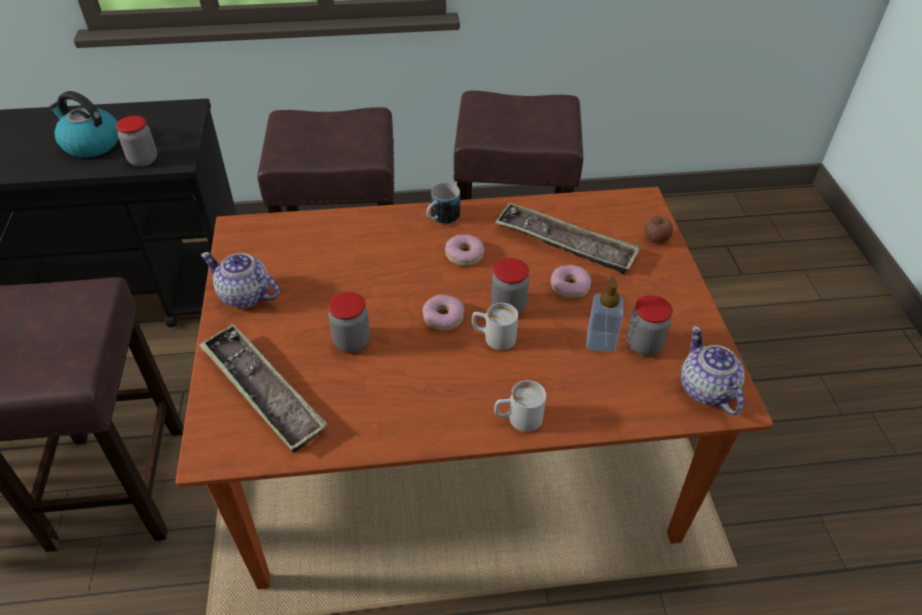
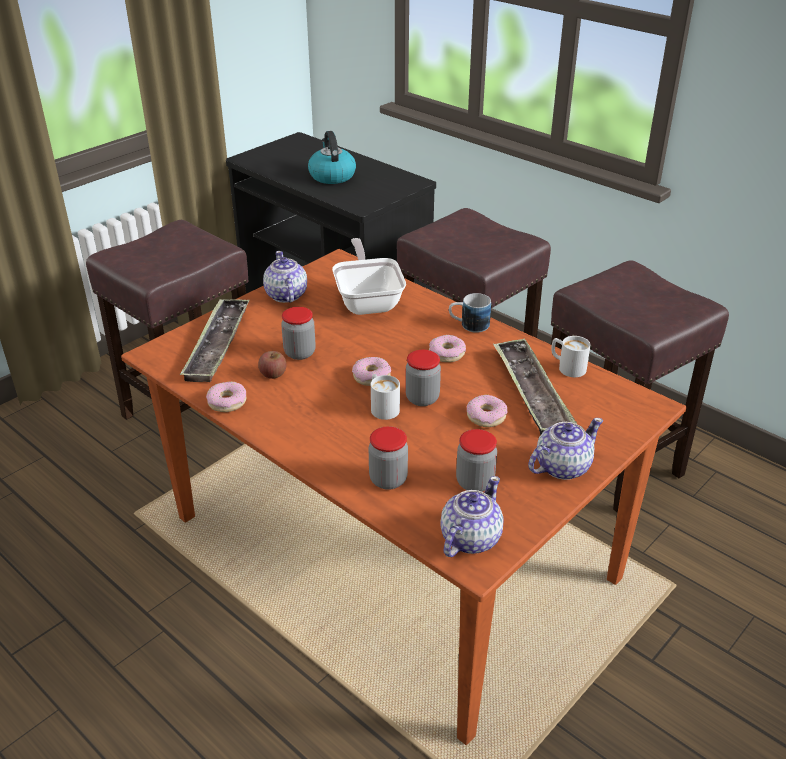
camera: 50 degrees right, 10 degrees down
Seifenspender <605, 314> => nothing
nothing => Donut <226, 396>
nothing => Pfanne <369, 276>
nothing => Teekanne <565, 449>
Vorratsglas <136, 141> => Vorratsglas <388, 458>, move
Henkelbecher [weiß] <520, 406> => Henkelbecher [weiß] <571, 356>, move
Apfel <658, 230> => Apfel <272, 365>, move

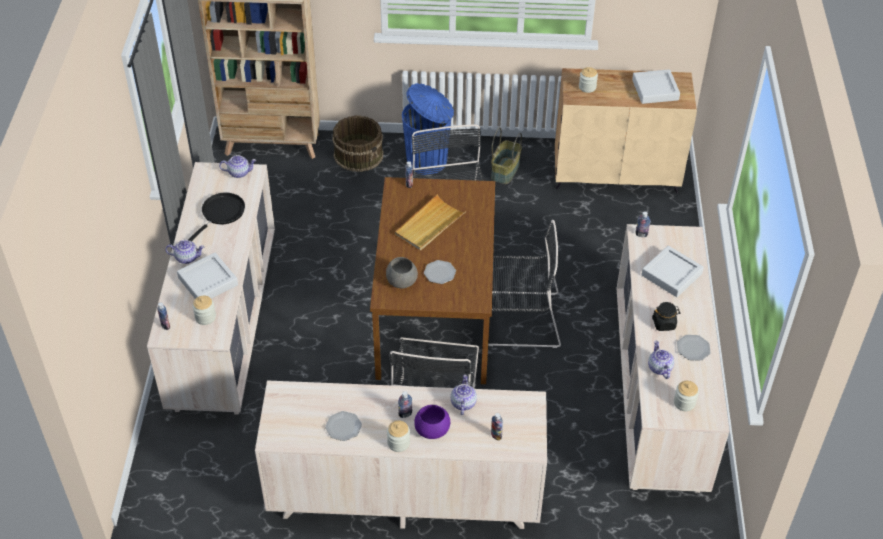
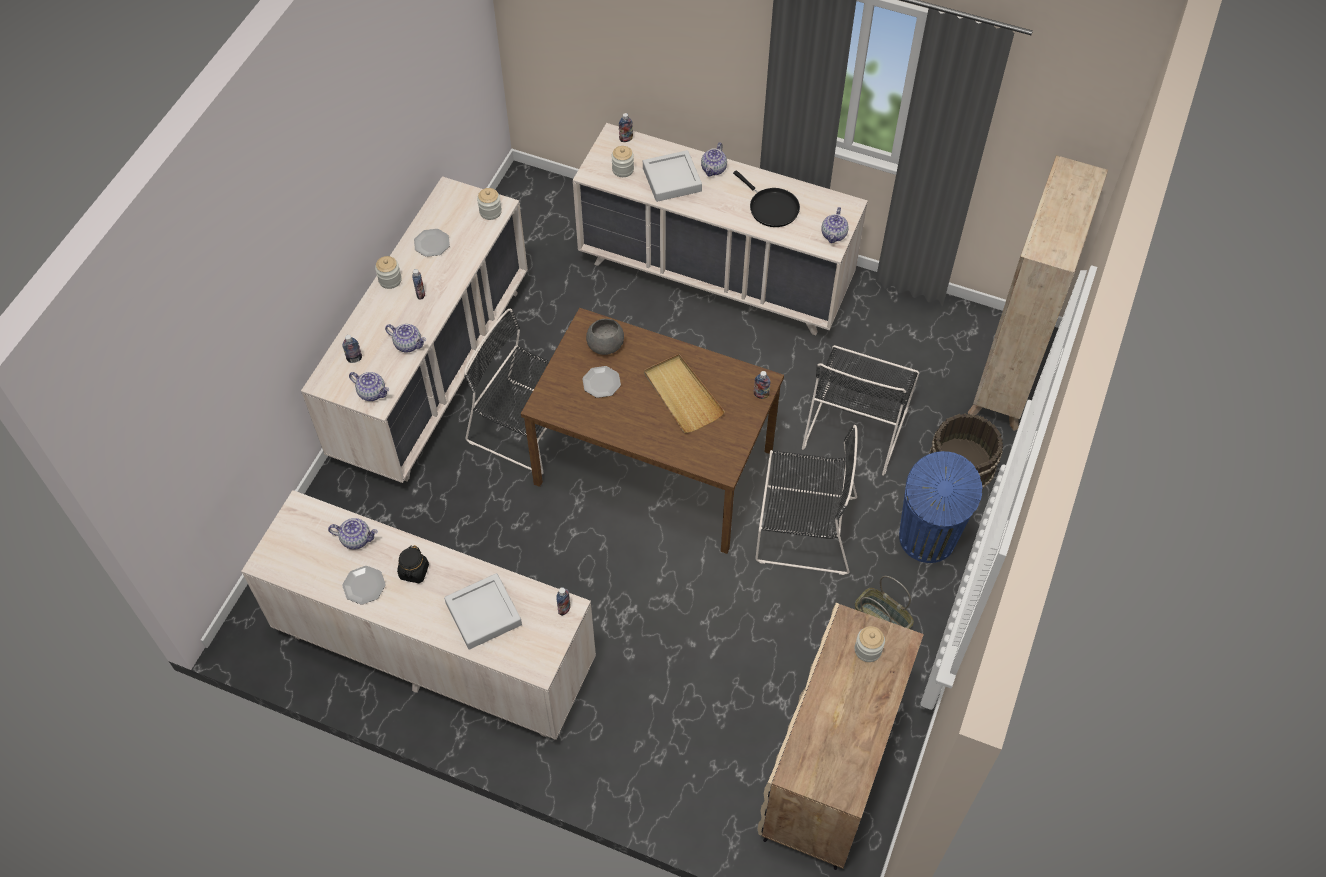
camera: 110 degrees right, 10 degrees up
Schüssel [lila] <432, 422> => nothing
Tablett [grau] <656, 86> => nothing
nothing => Teekanne <369, 386>
Stuhl [schwarz] <524, 284> => Stuhl [schwarz] <860, 410>, move
Vorratsglas <686, 396> => Vorratsglas <489, 204>, move

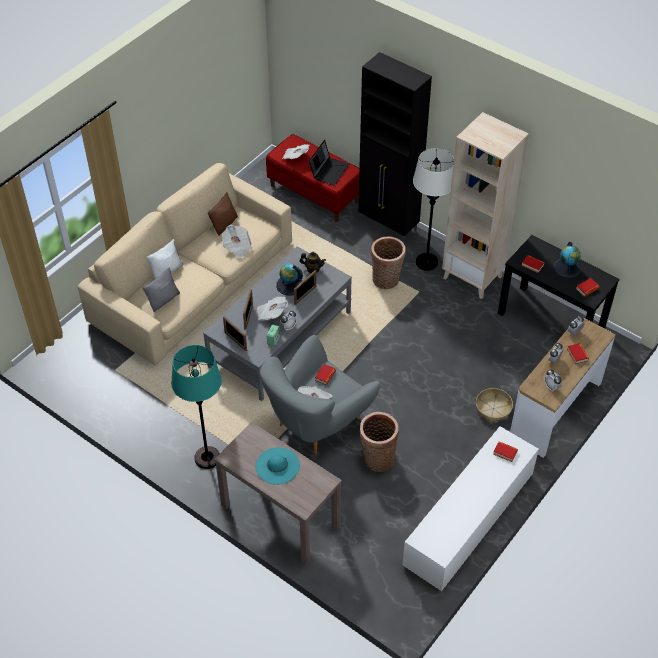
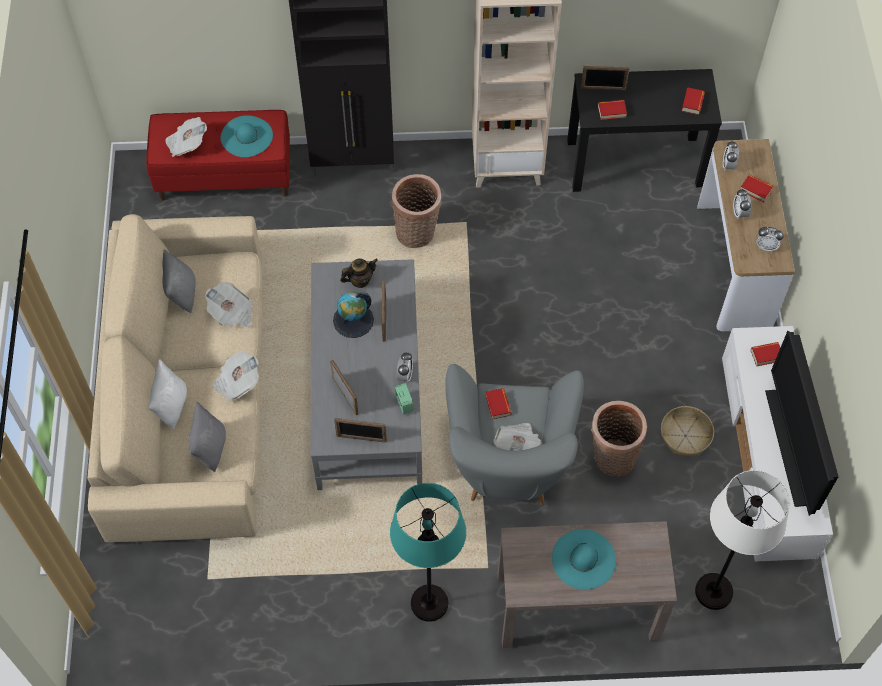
camera: 40 degrees left, 10 degrees up
Globus <567, 260> => nothing
nothing => Bilderrahmen <605, 78>
nothing => Fernseher <802, 423>
Zeitung <272, 308> => Zeitung <235, 376>, move
Stehlampe [weiß] <433, 209> => Stehlampe [weiß] <742, 540>, move
Korb <494, 405> => Korb <687, 431>, move
Laptop <329, 163> => Hut [türkis] <246, 136>
Kissen [braun] <223, 214> => Kissen [grau] <179, 281>

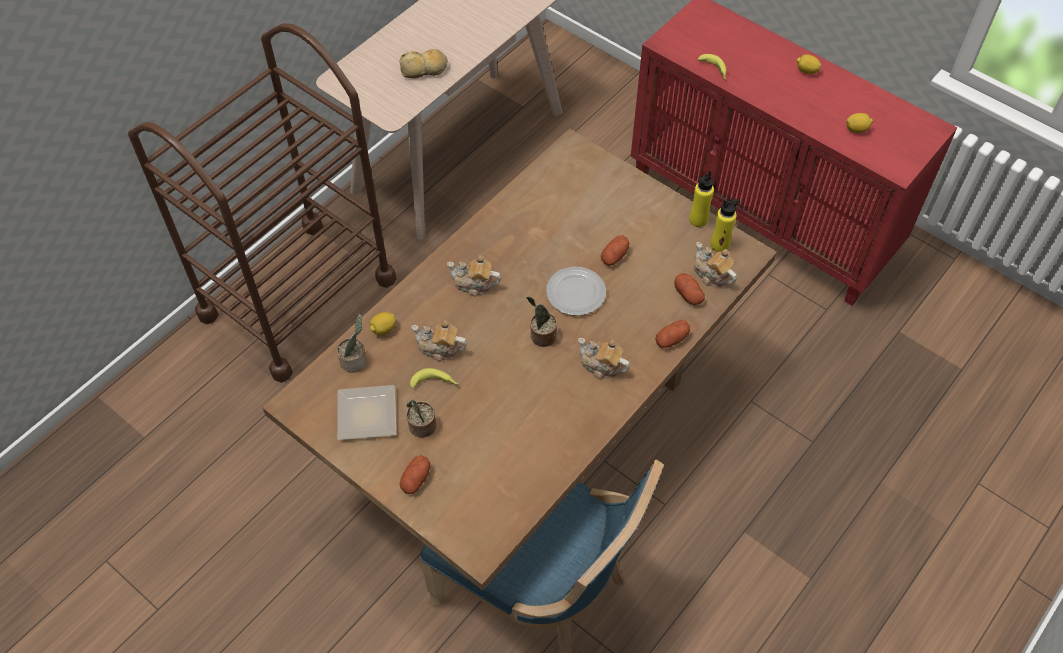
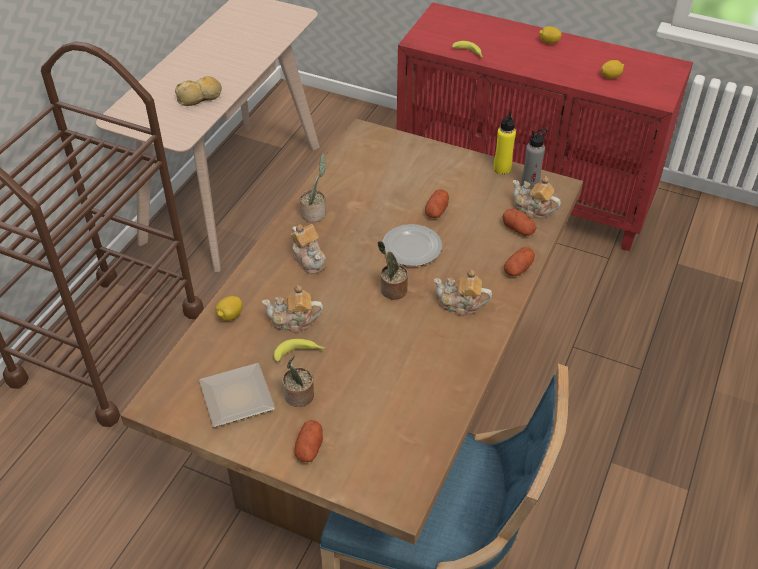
camera: 15 degrees left, 10 degrees down
Topfpflanze <352, 343> => Topfpflanze <313, 187>, move
Flasche [gelb] <725, 225> => Flasche [grau] <534, 159>
Teekanne <474, 276> => Teekanne <308, 249>, 120 degrees counterclockwise

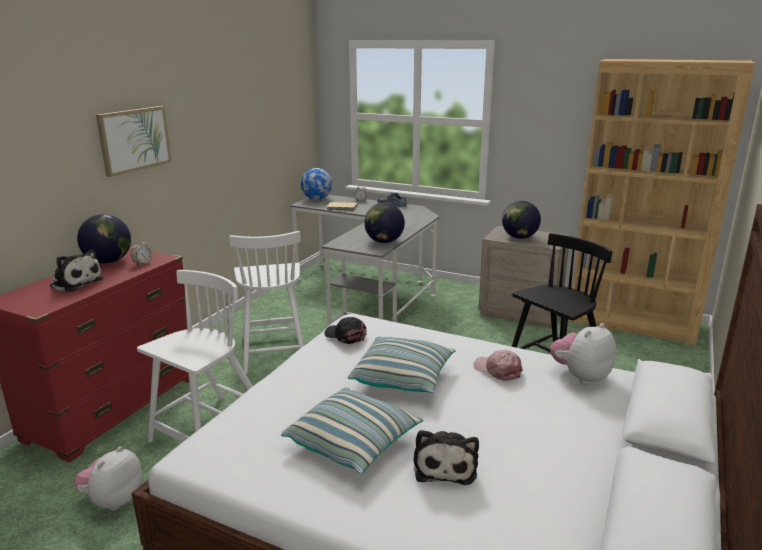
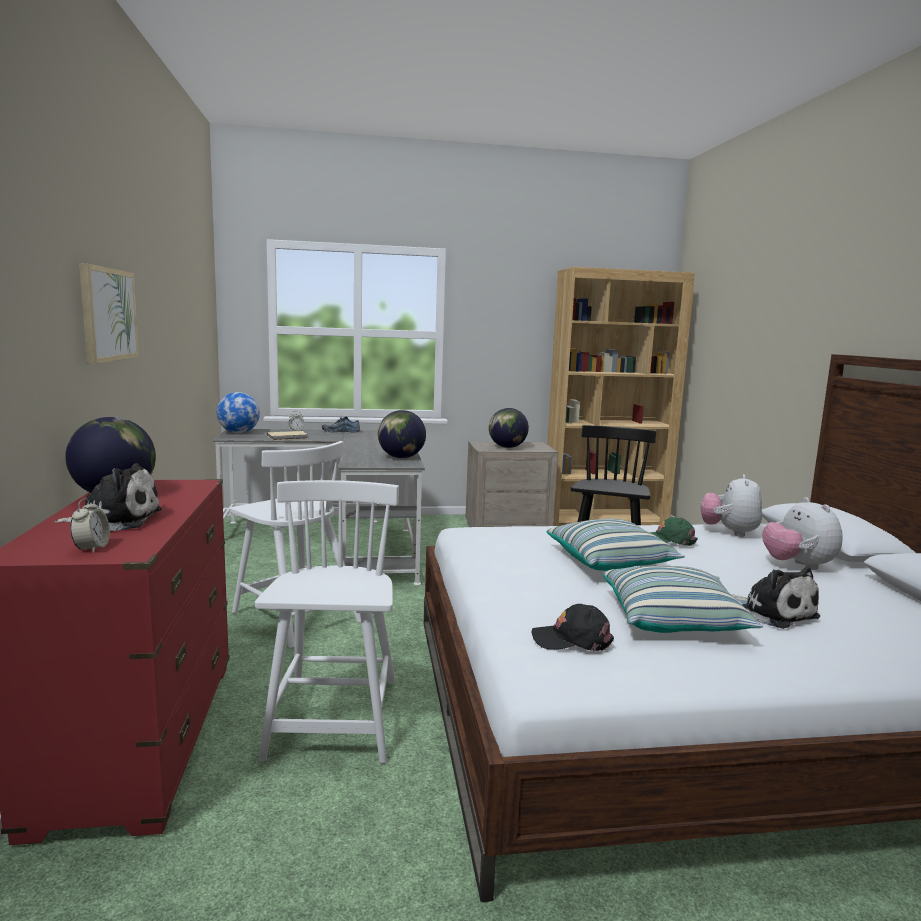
camera: 35 degrees left, 10 degrees down
Plüschtier <108, 478> => Plüschtier <802, 533>, move
Wecker <141, 252> => Wecker <90, 526>, move
Kappe [schwarz] <346, 330> => Kappe [schwarz] <573, 627>, move
Kappe [rosa] <498, 365> => Kappe [grün] <674, 531>

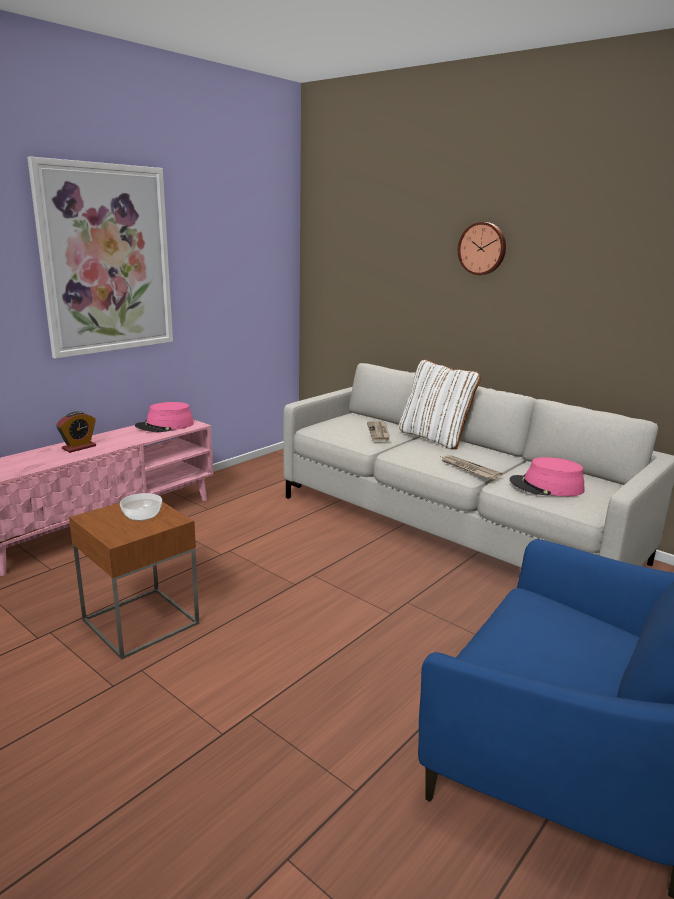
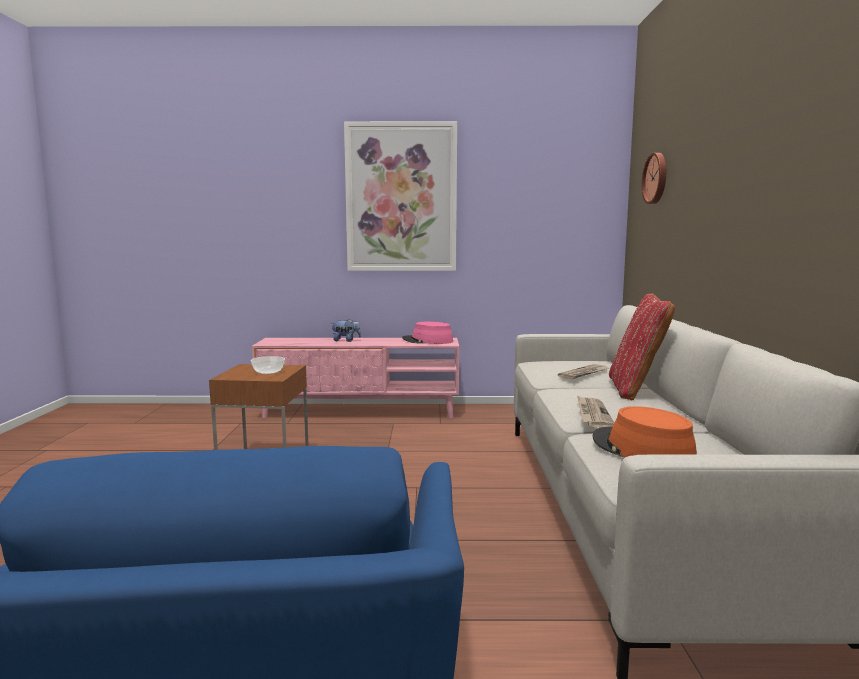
camera: 50 degrees right, 10 degrees down
Wanduhr <482, 248> => Wanduhr <654, 178>, move
Wecker <76, 432> => Plüschtier <346, 330>
Kissen [weiß] <440, 404> => Kissen [rot] <642, 346>
Hut [rosa] <547, 476> => Hut [orange] <644, 432>

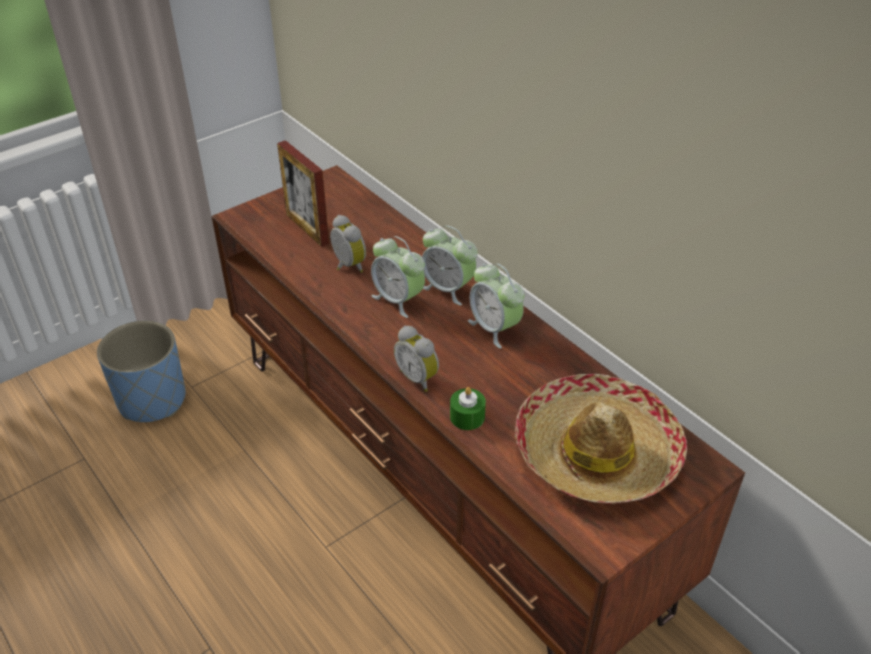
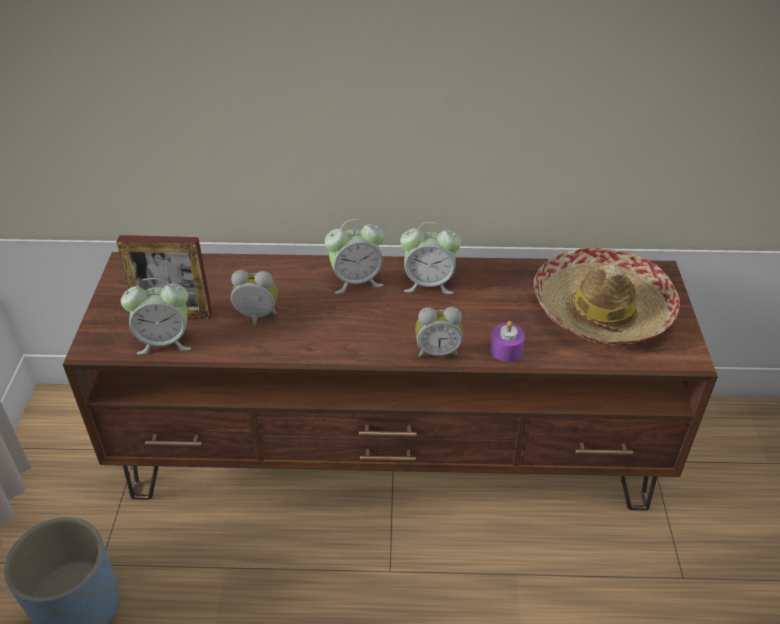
camera: 50 degrees left, 0 degrees up
Wecker <398, 277> => Wecker <156, 316>, move
Kerze [grün] <468, 408> => Kerze [lila] <507, 341>

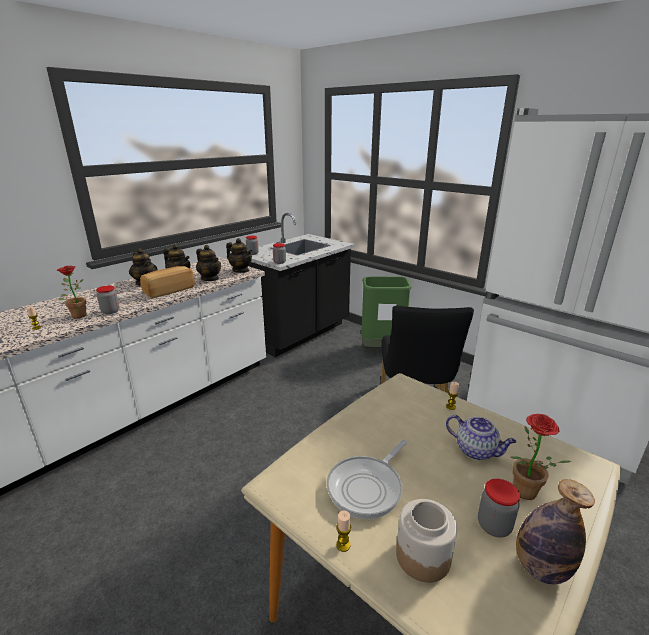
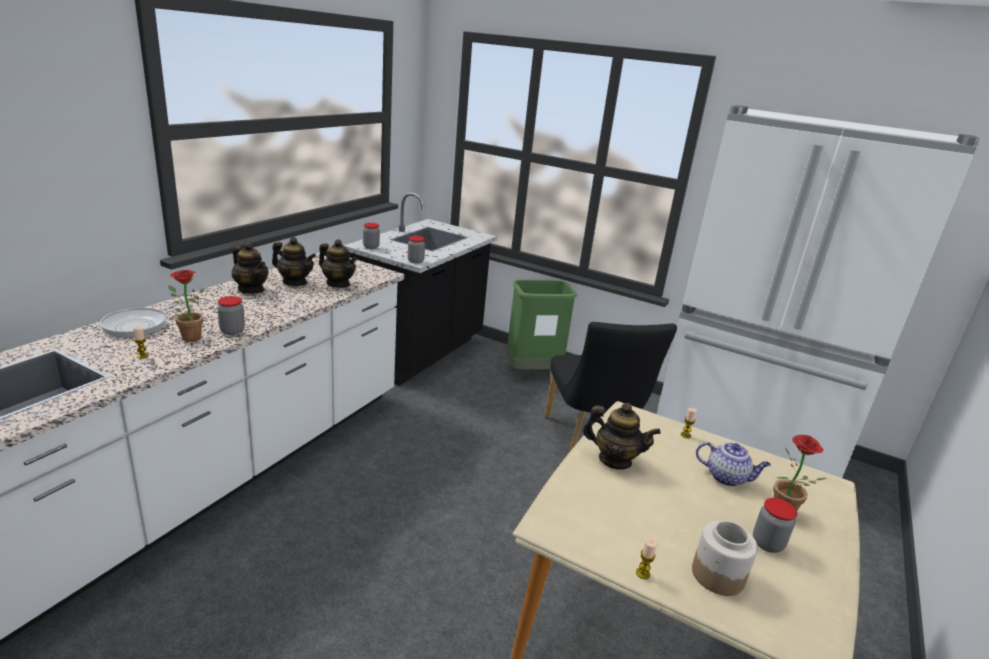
camera: 15 degrees left, 0 degrees up
Brot <167, 282> => nothing
Flasche <555, 531> => nothing
Teekanne <239, 255> => Teekanne <622, 436>, move
Pfanne <367, 479> => Pfanne <144, 319>, move

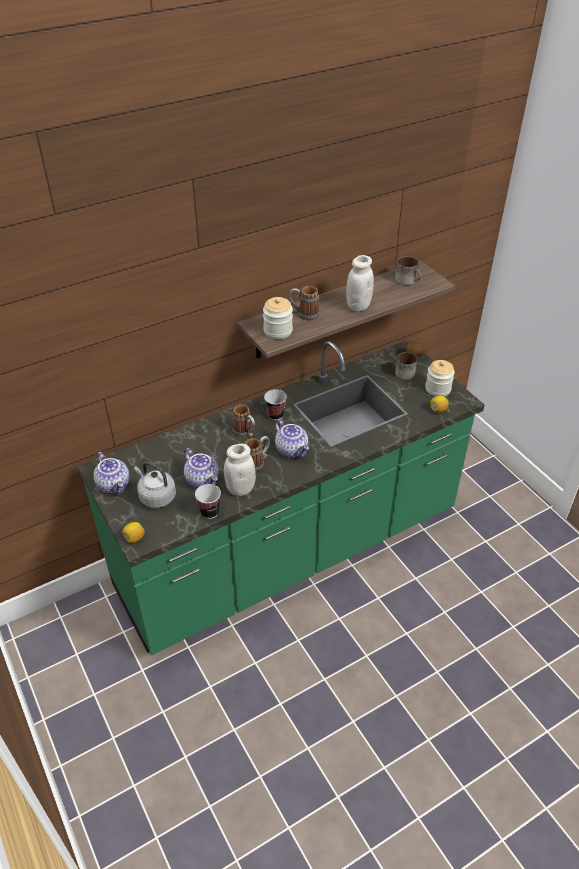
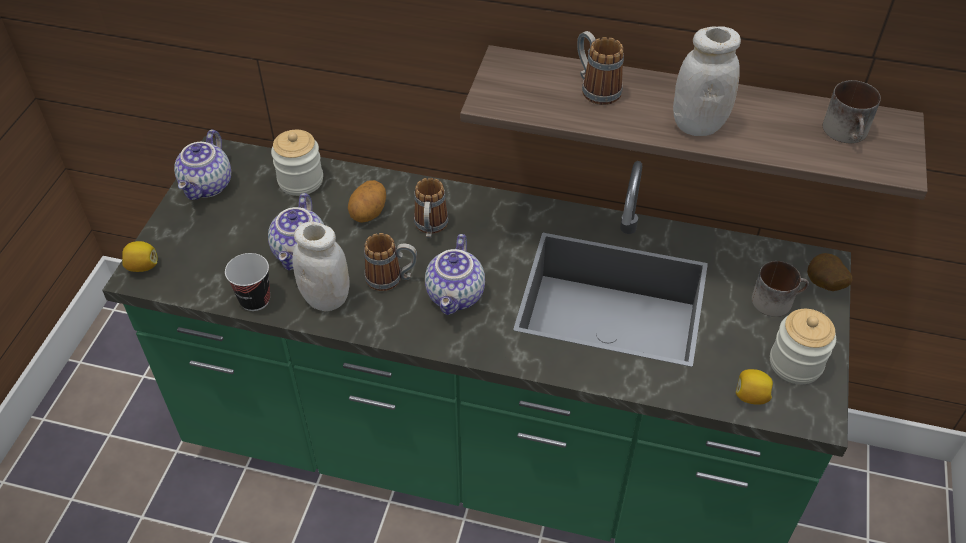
camera: 45 degrees right, 5 degrees up
Wasserkessel [grau] <155, 485> => nothing
Tasse <275, 404> => nothing
nothing => Kartoffel <367, 201>
Vorratsglas <278, 318> => Vorratsglas <297, 163>, move

